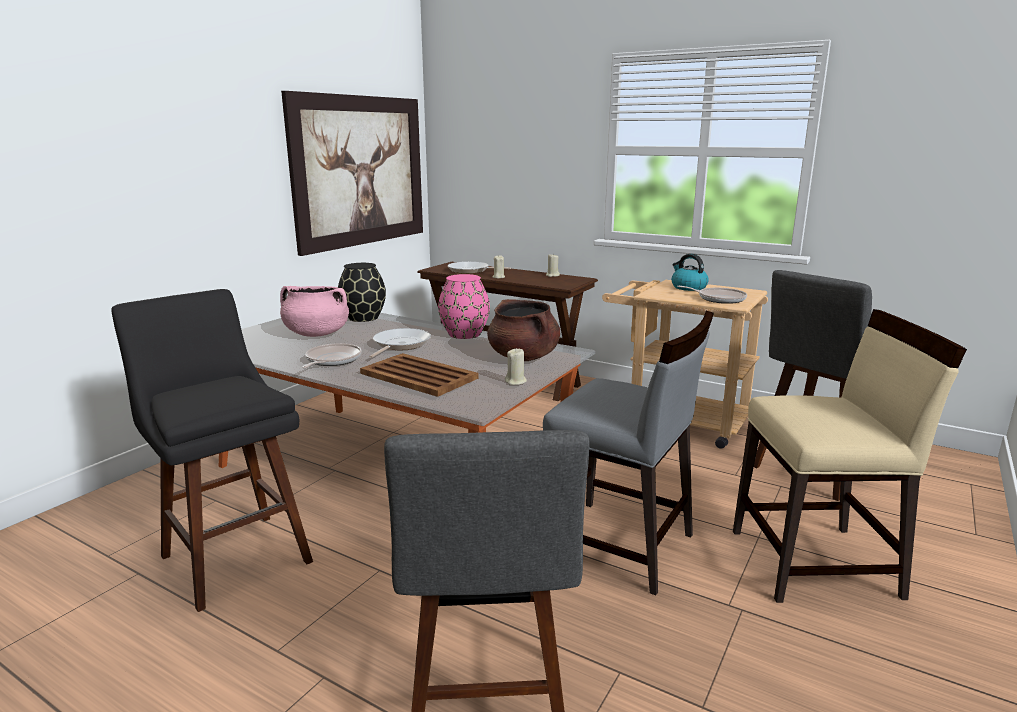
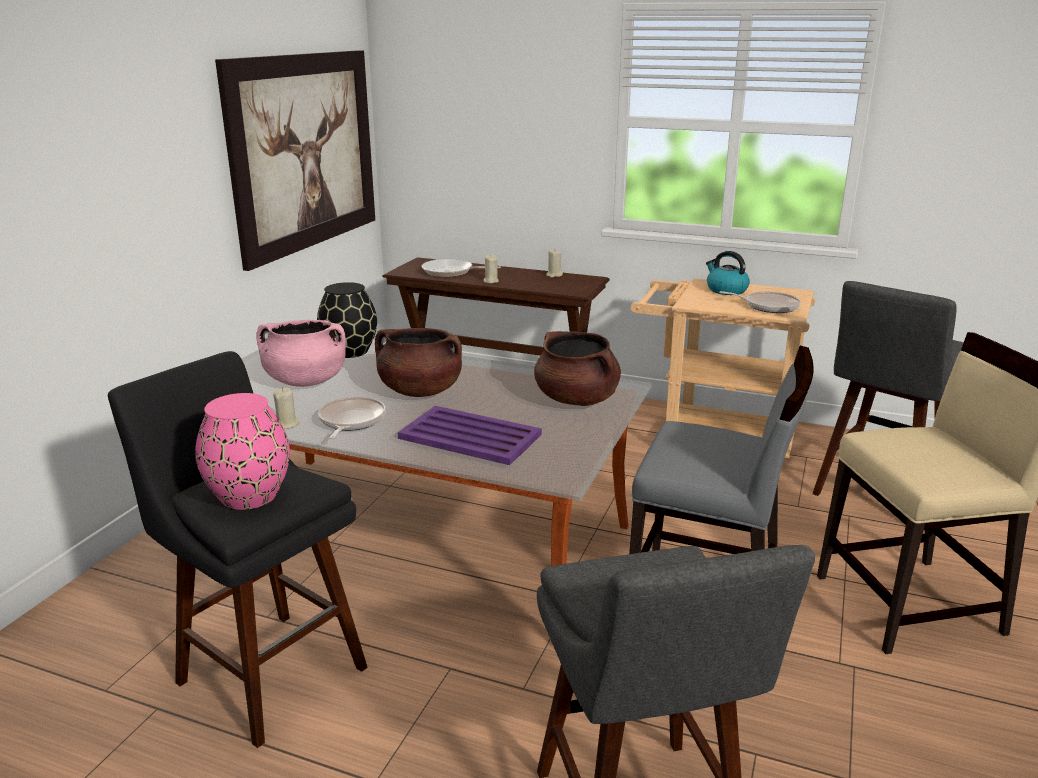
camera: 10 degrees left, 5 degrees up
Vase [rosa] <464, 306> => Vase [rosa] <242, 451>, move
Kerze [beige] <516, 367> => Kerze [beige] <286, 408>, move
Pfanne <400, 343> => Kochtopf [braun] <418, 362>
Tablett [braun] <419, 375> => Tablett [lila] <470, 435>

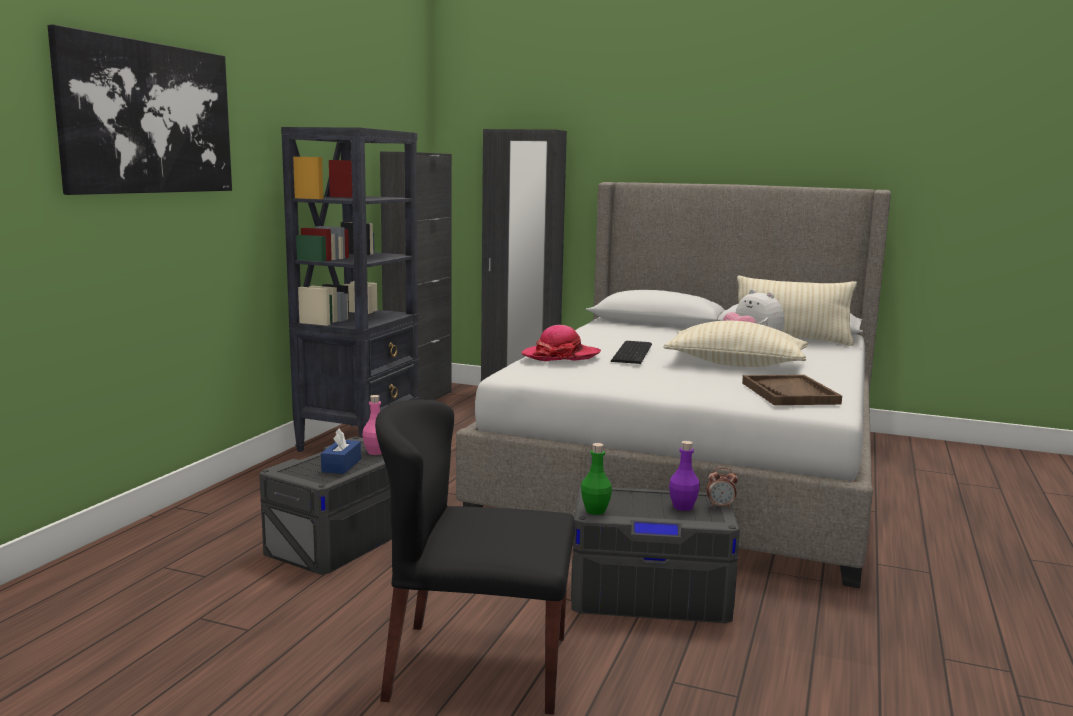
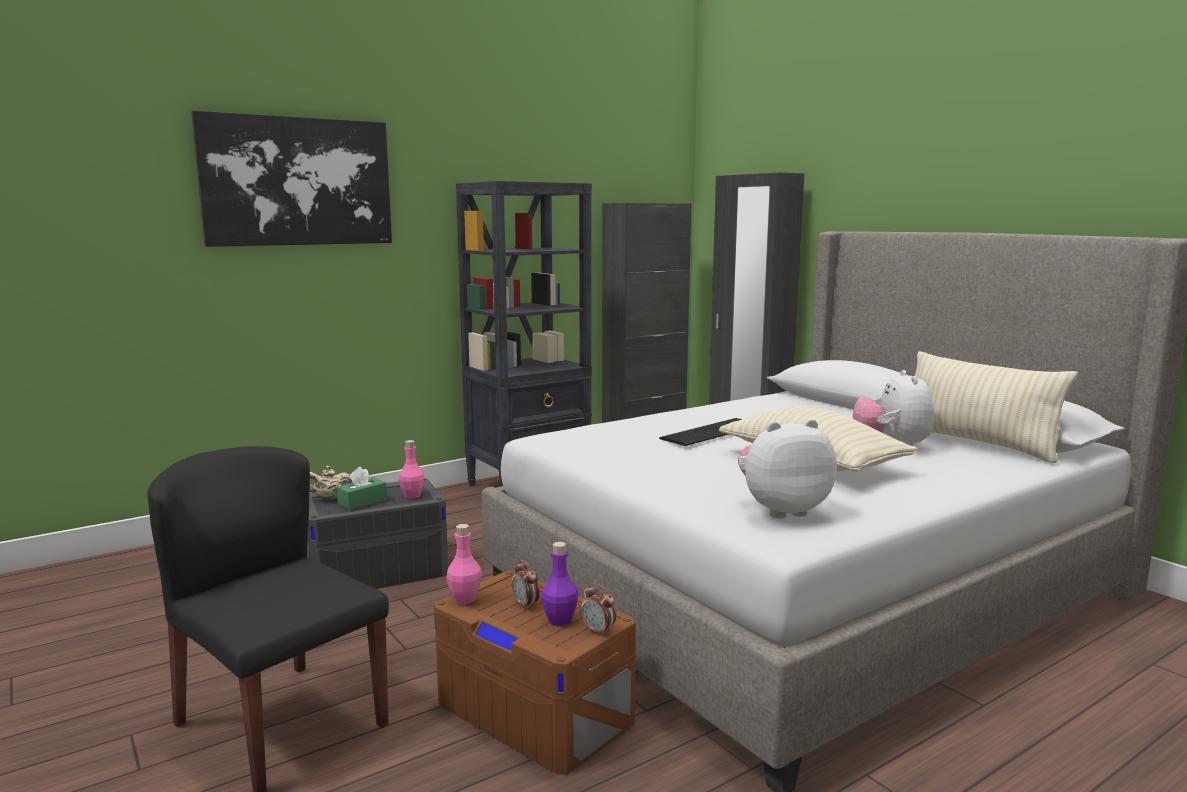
camera: 35 degrees right, 0 degrees up
Hut <561, 343> => nothing
nothing => Teekanne [beige] <330, 483>
nothing => Wecker <526, 585>
Tablett [braun] <792, 390> => Plüschtier <787, 469>
Taschentuchbox [blau] <341, 451> => Taschentuchbox [grün] <362, 488>
Aufbewahrungsbox [grau] <655, 555> => Aufbewahrungsbox [braun] <535, 673>
Flasche [grün] <596, 479> => Flasche [rosa] <464, 564>

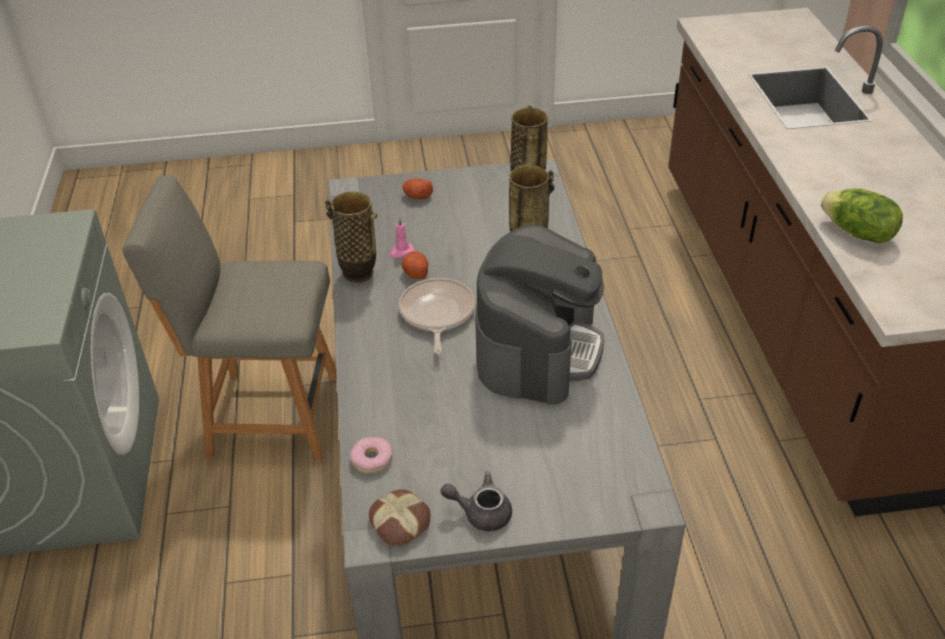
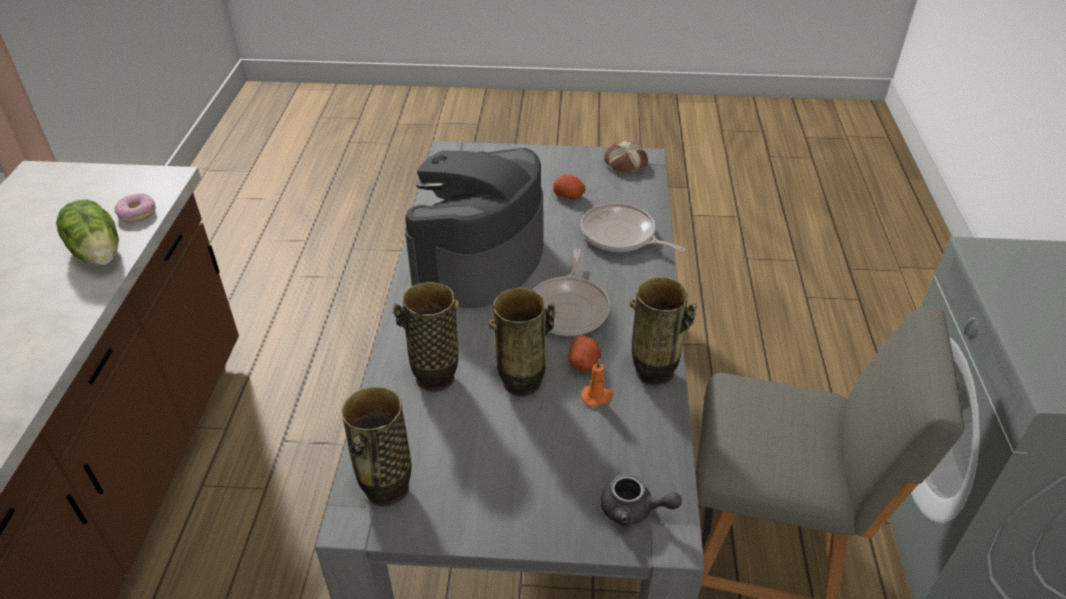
camera: 170 degrees left, 0 degrees up
nothing => Vase <522, 342>
nothing => Pfanne <633, 227>
Donut <371, 455> => Donut <135, 208>, move
Kartoffel <417, 189> => Kartoffel <569, 187>, move
Teekanne [grau] <476, 501> => Teekanne [grau] <641, 500>, move
Kerze [rosa] <402, 237> => Kerze [orange] <597, 383>

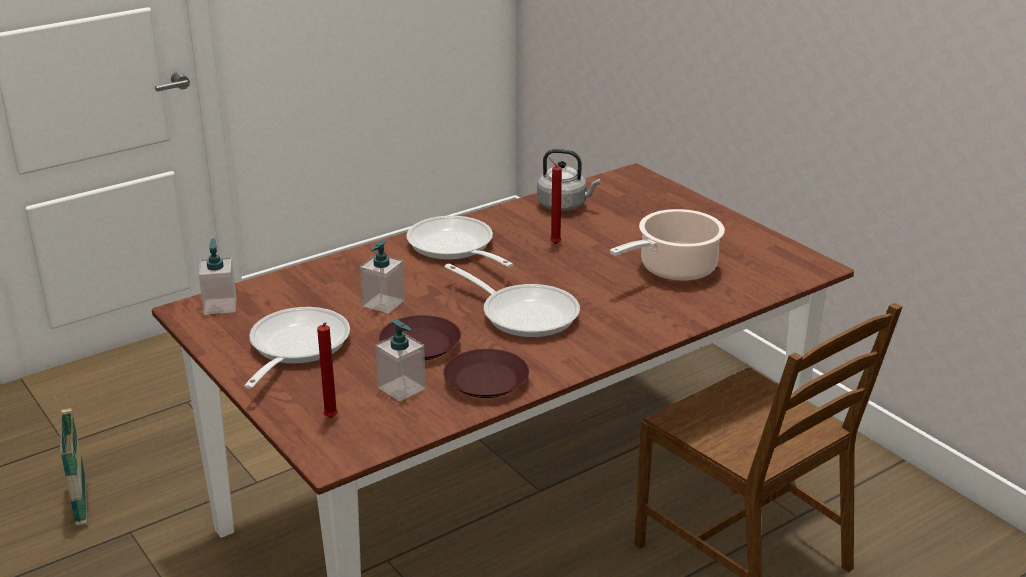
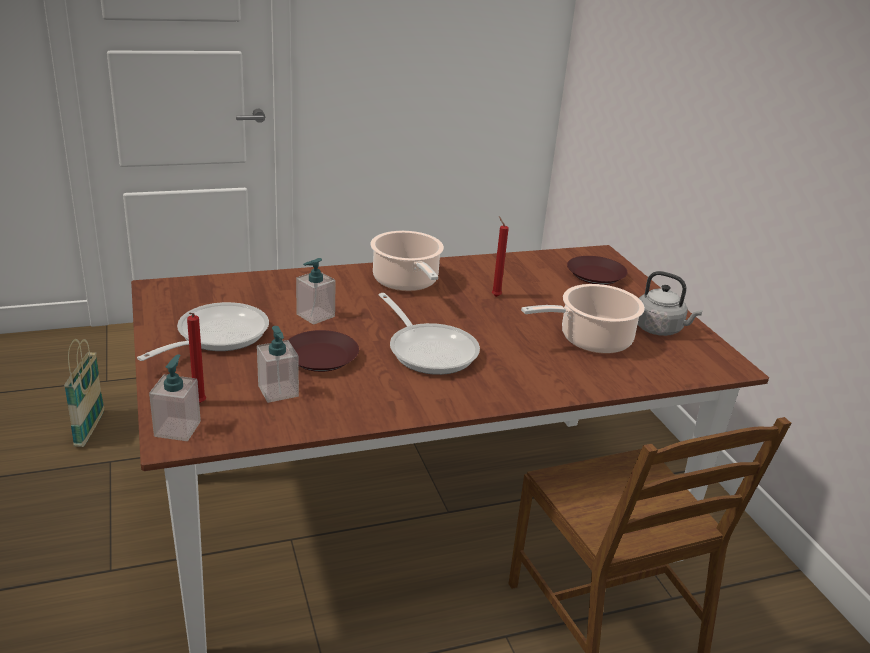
camera: 15 degrees right, 0 degrees up
Seifenspender <217, 276> => Seifenspender <175, 397>, move
Teller [braun] <486, 373> => Teller [braun] <597, 270>, move
Wasserkessel [grau] <568, 180> => Wasserkessel [grau] <670, 303>, move
Pfanne <459, 241> => Kochtopf <407, 261>

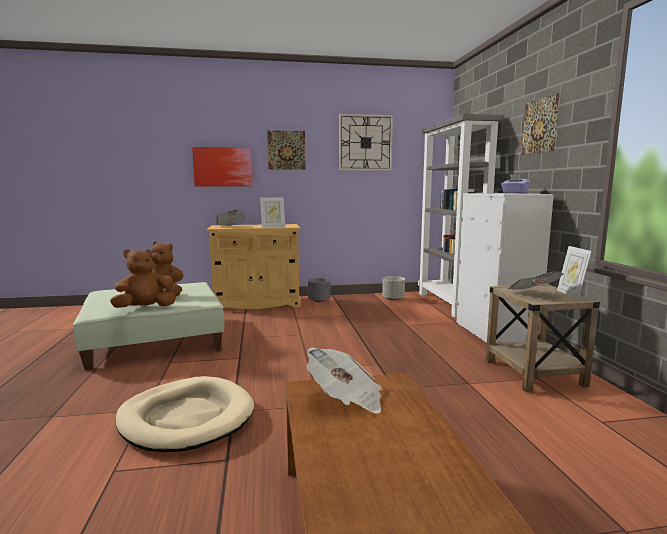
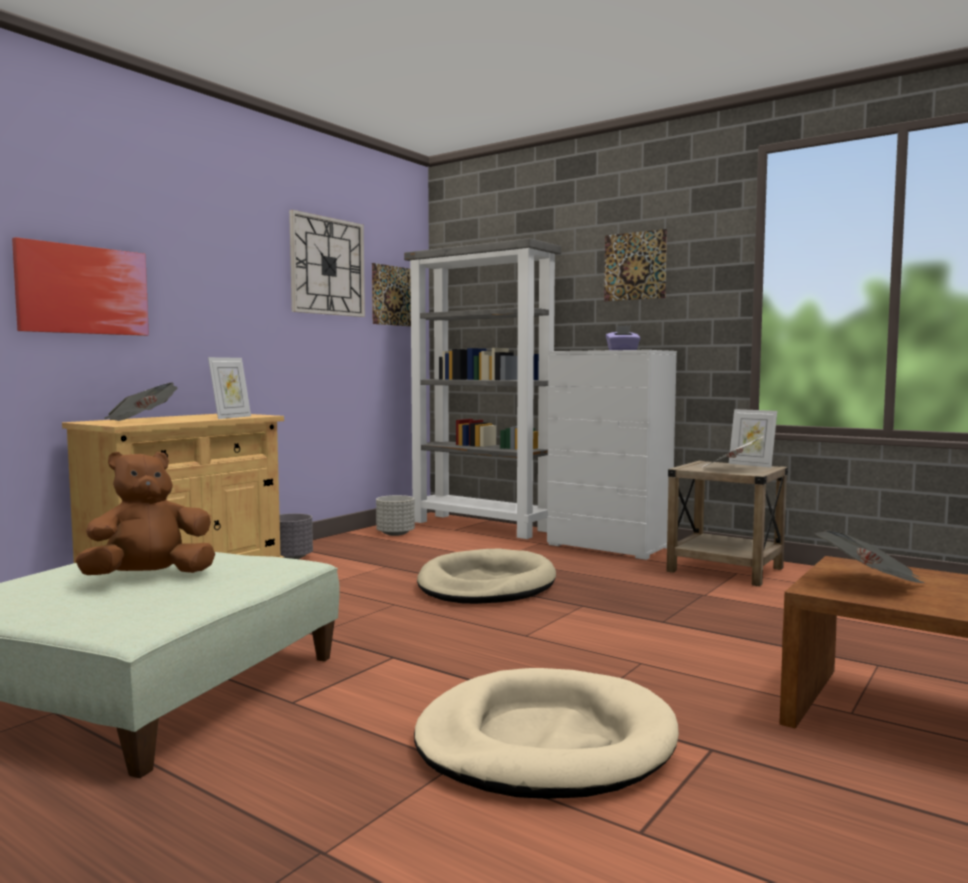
camera: 45 degrees left, 5 degrees down
Plüschtier [braun] <143, 278> => nothing
nothing => Hundebett [beige] <486, 576>
Bild <286, 150> => Bild <391, 294>, move

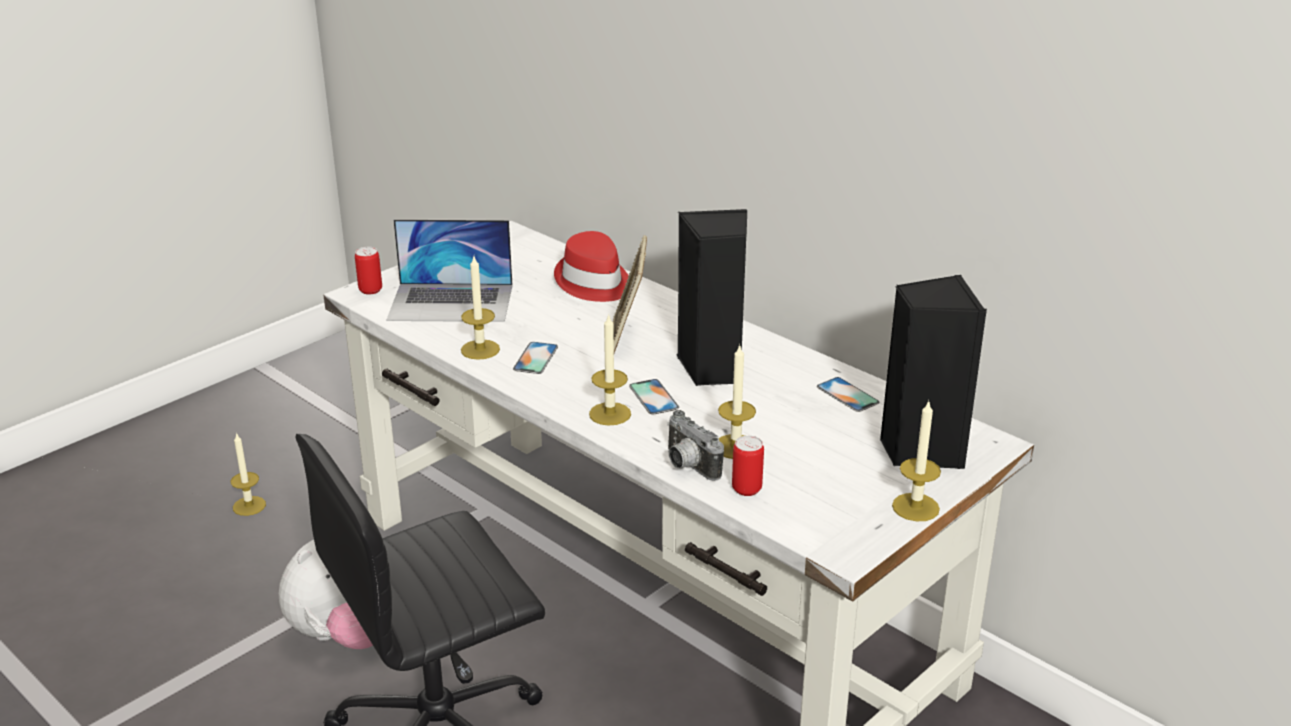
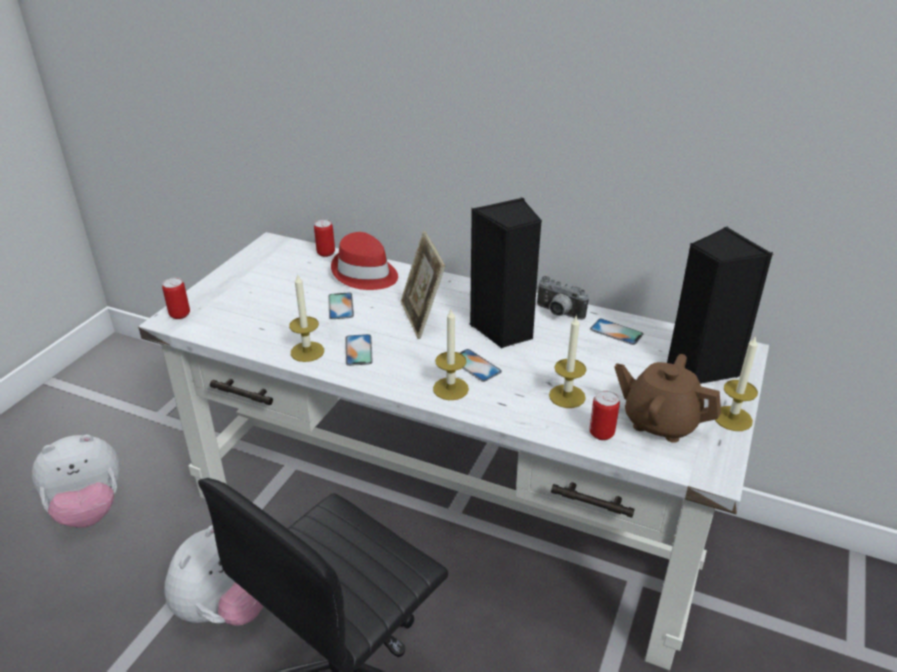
camera: 20 degrees left, 5 degrees up
Laptop <450, 270> => nothing
nothing => Dose <324, 238>
nothing => Handy <341, 305>
nothing => Teekanne [braun] <667, 398>
Kamera <695, 445> => Kamera <563, 298>, move
Kerze <248, 474> => Plüschtier <76, 481>

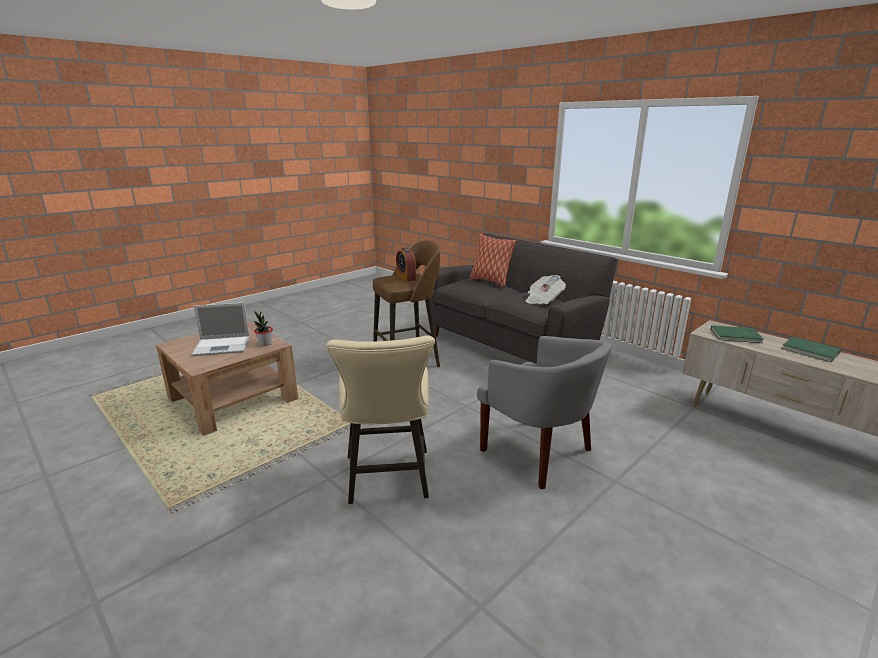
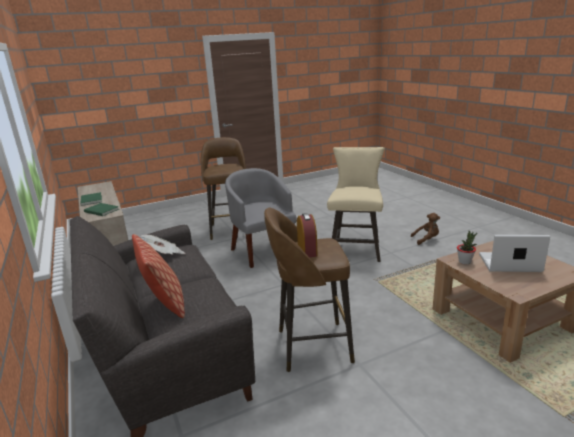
camera: 160 degrees left, 0 degrees up
nothing => Hocker [braun] <223, 188>
nothing => Plüschtier [braun] <425, 229>

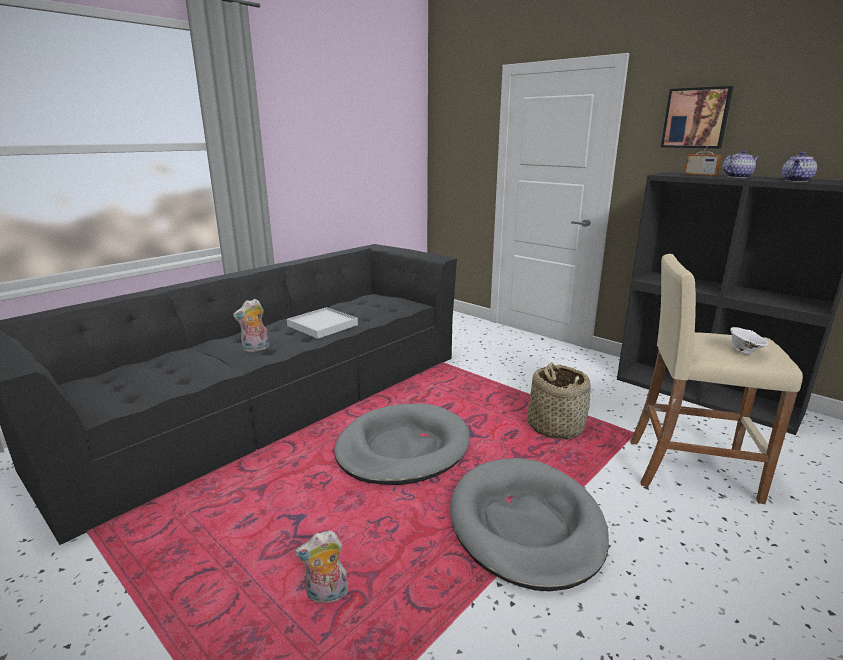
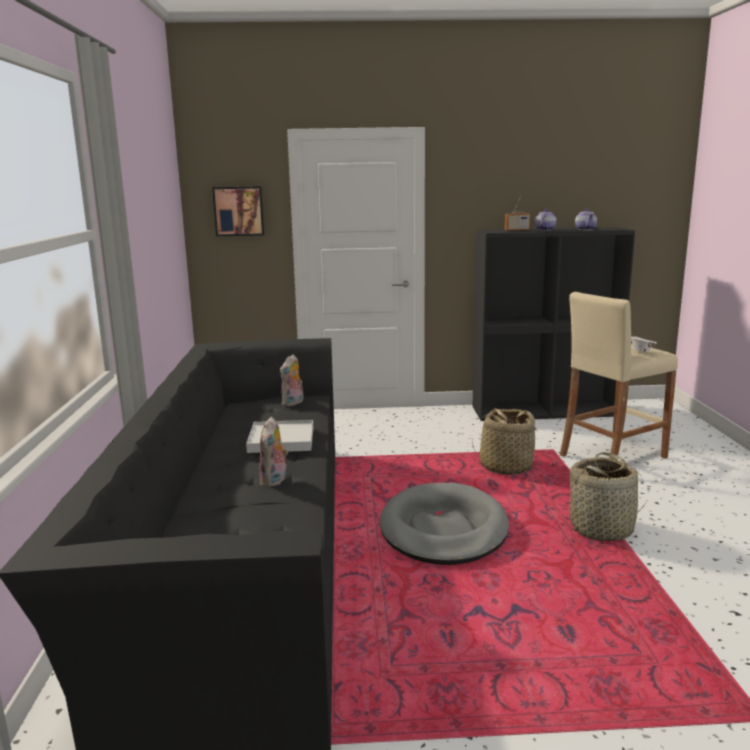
camera: 45 degrees left, 5 degrees down
Plüschtier <321, 566> => Plüschtier <291, 380>, move
Bild <697, 117> => Bild <238, 211>, move
Hundebett [grau] <529, 524> => Korb <607, 496>

